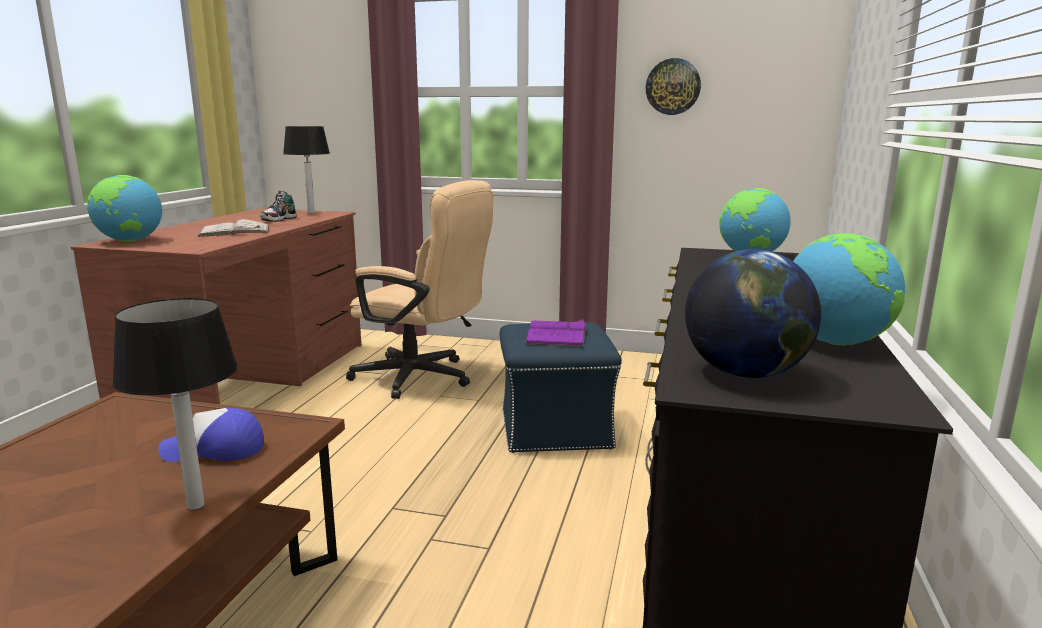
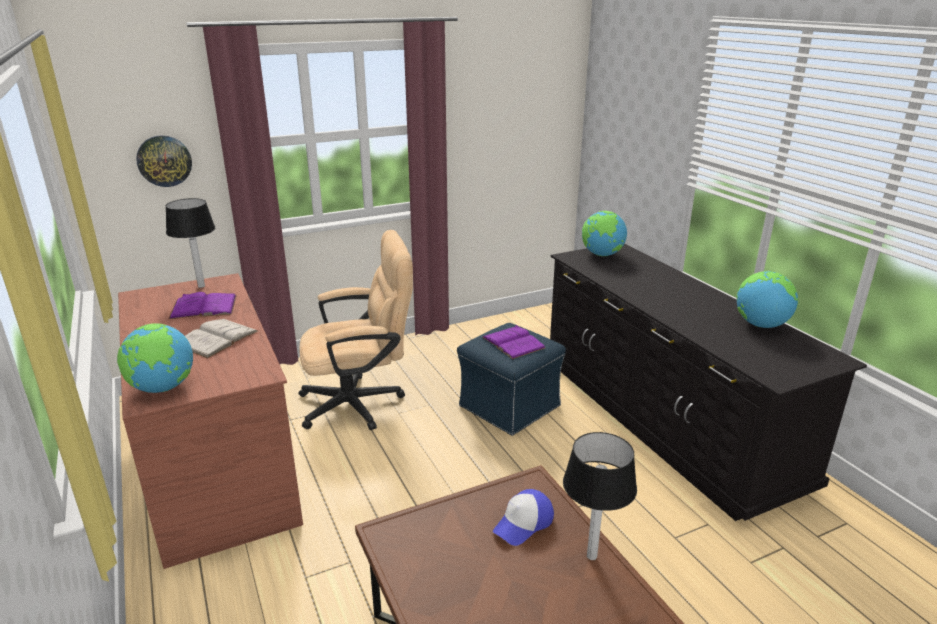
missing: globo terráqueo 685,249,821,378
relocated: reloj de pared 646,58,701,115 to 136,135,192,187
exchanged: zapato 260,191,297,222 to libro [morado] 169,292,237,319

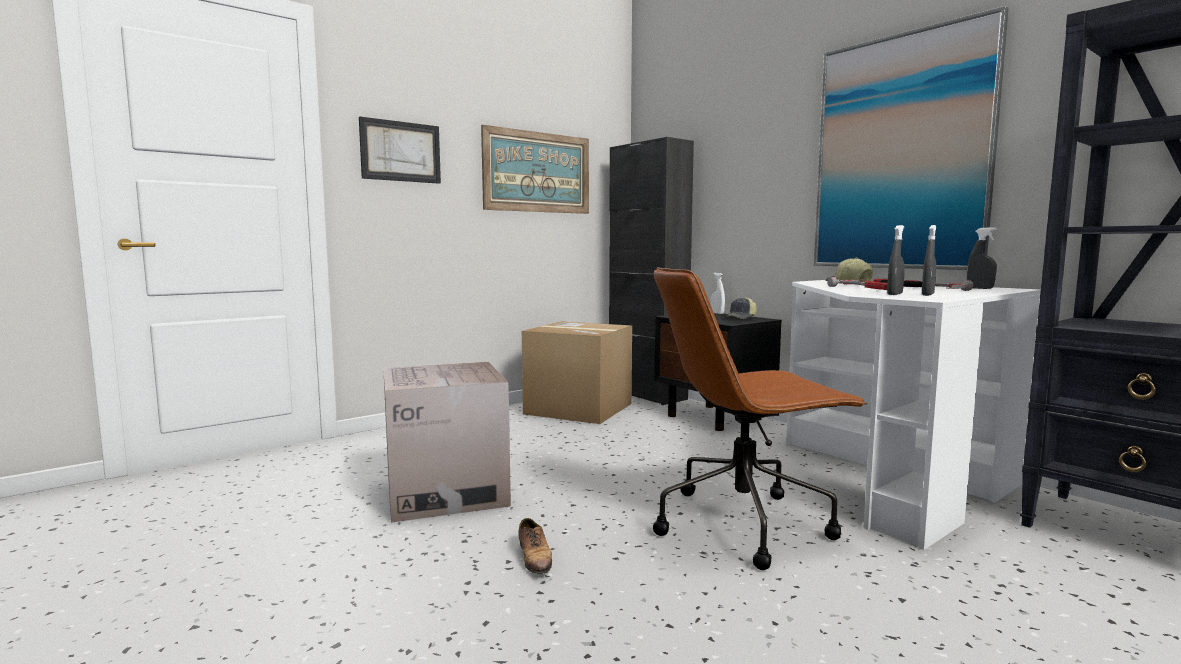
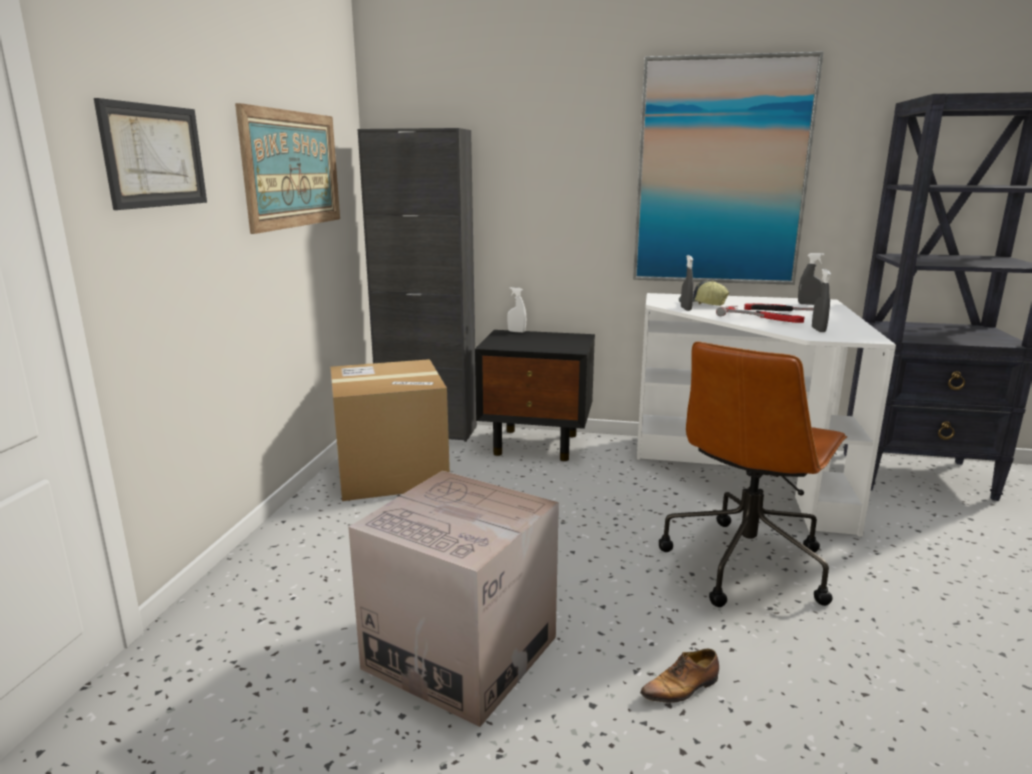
missing: gorra 723,297,757,319
relocated: pulverizador [gris] 922,225,936,296 to 681,255,694,311
spun: zapato 518,518,552,574 = 640,649,719,703 120 degrees clockwise

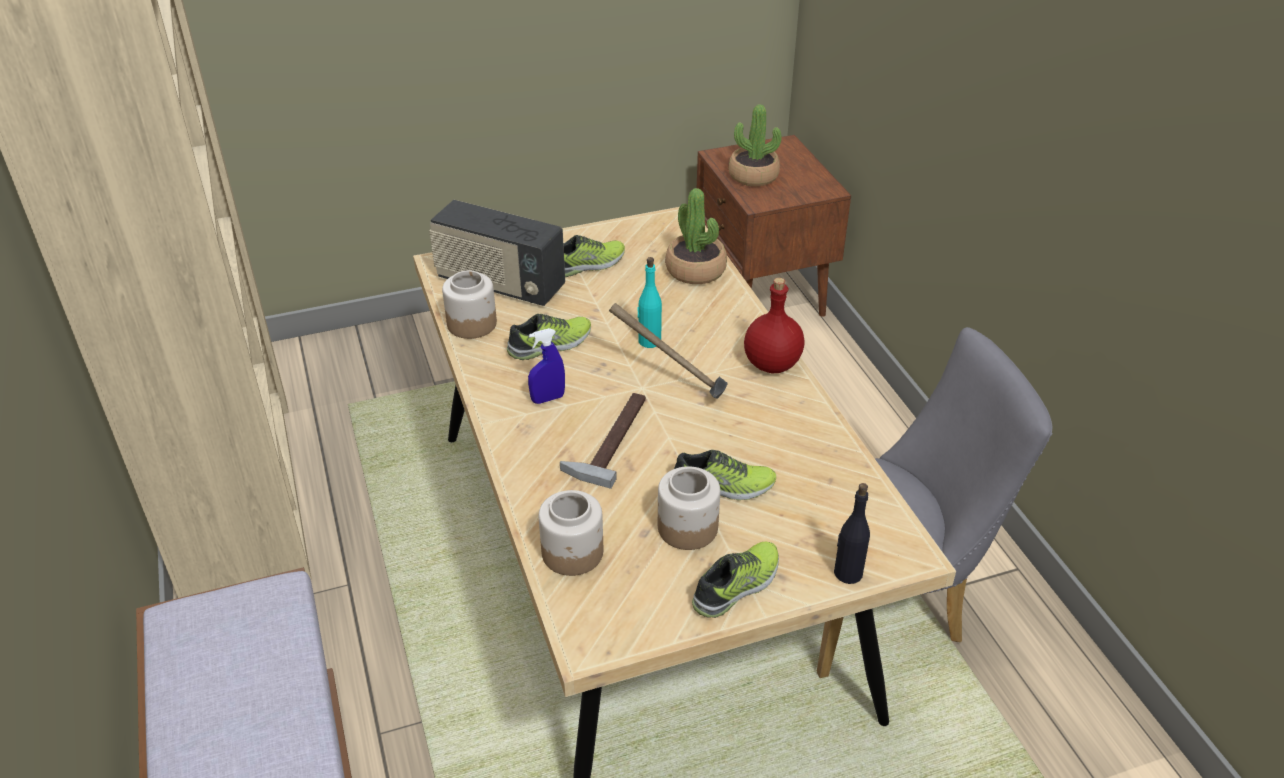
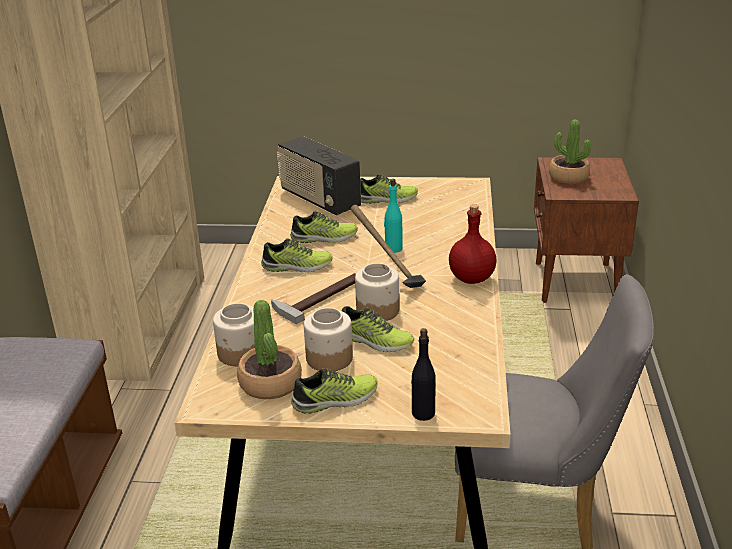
relocated: planta en maceta 665,188,727,284 to 237,300,302,399; tarro 442,271,497,339 to 355,263,400,321
exchanged: pulverizador [azul] 528,328,565,404 to zapato 261,238,333,272

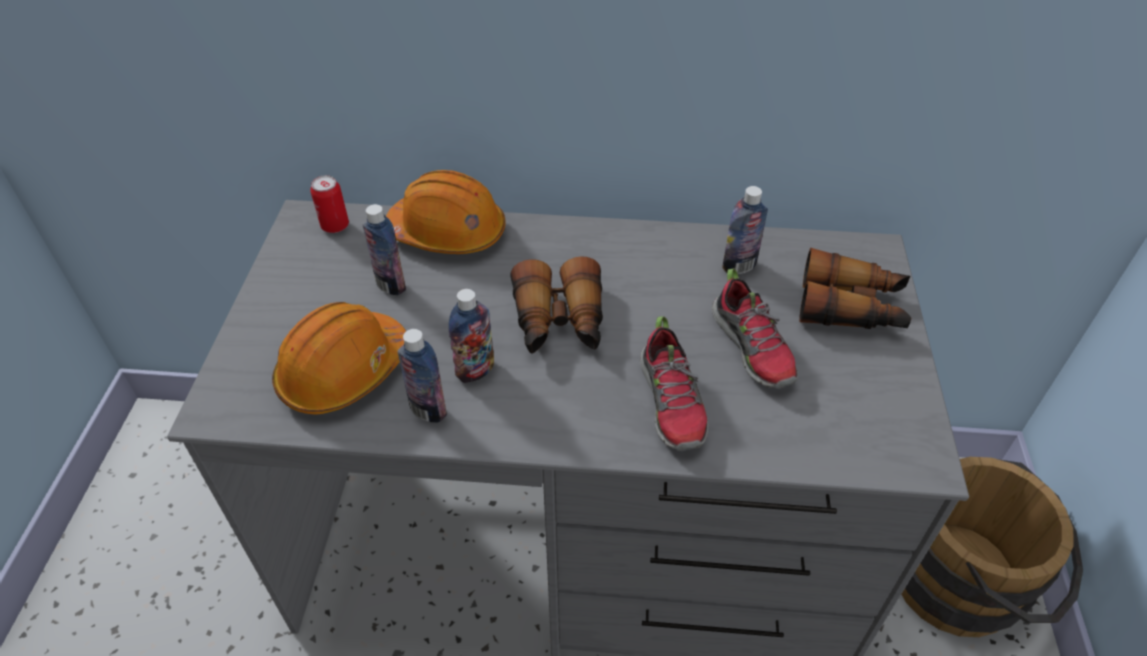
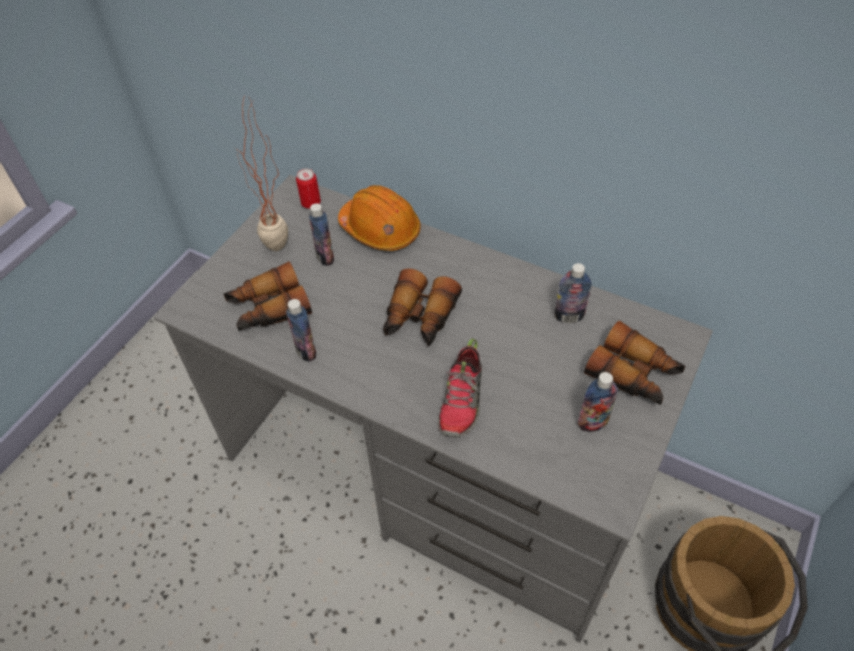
missing: zapato 712,268,798,389
appeared: planta en maceta 235,95,288,251
relocated: botella 449,289,494,383 to 578,372,618,432
exchanged: casco [naranja] 272,302,406,414 to prismáticos 224,261,312,331

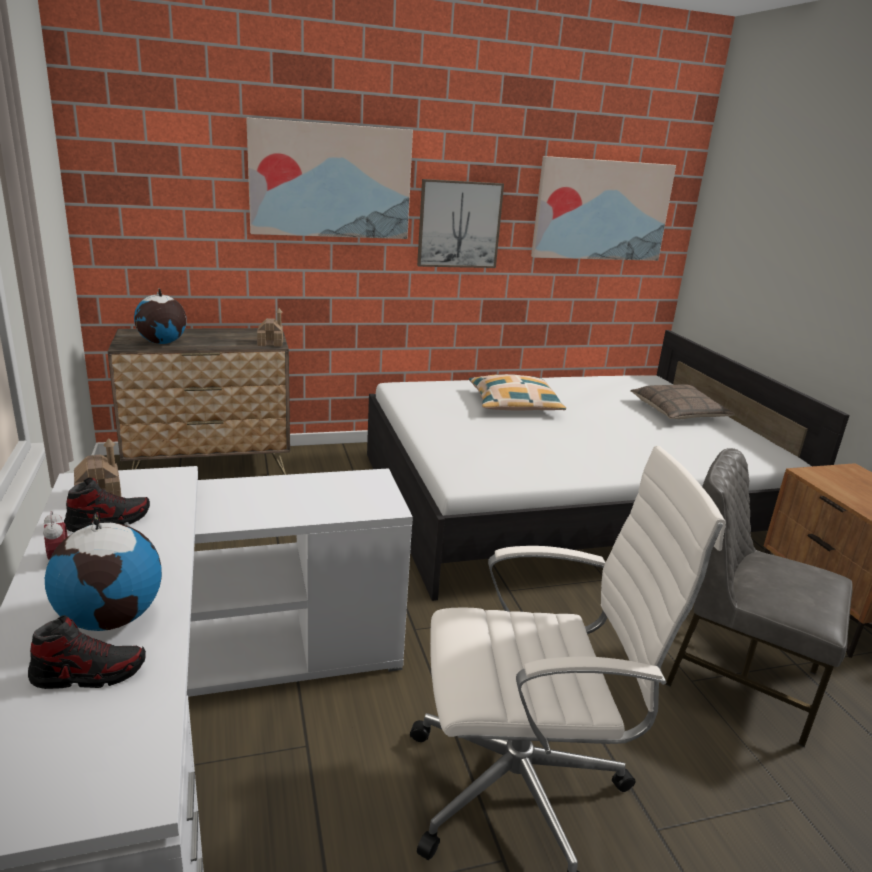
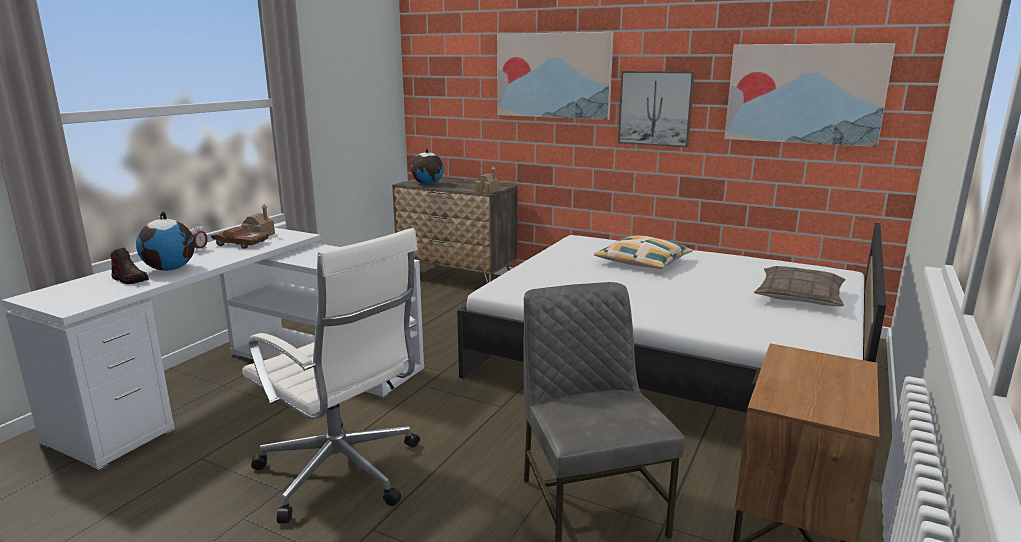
exchanged: zapato 64,477,150,532 to coche de juguete [marrón] 211,227,269,249

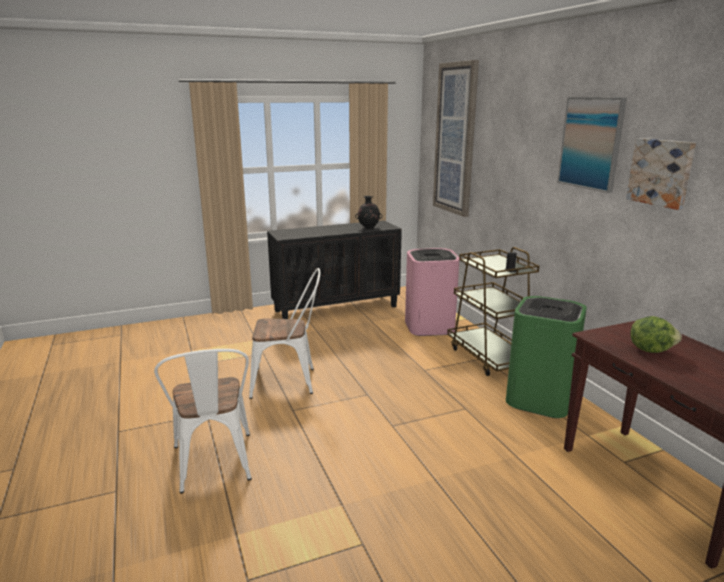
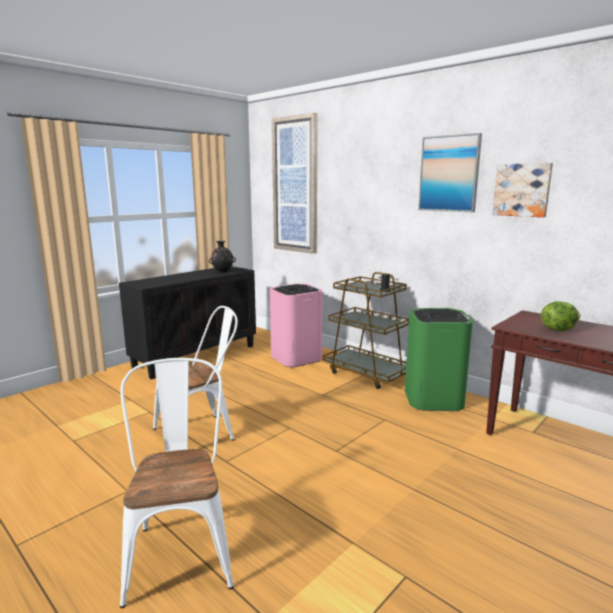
spun: silla [blanco] 154,349,252,493 = 120,358,234,608 150 degrees counterclockwise

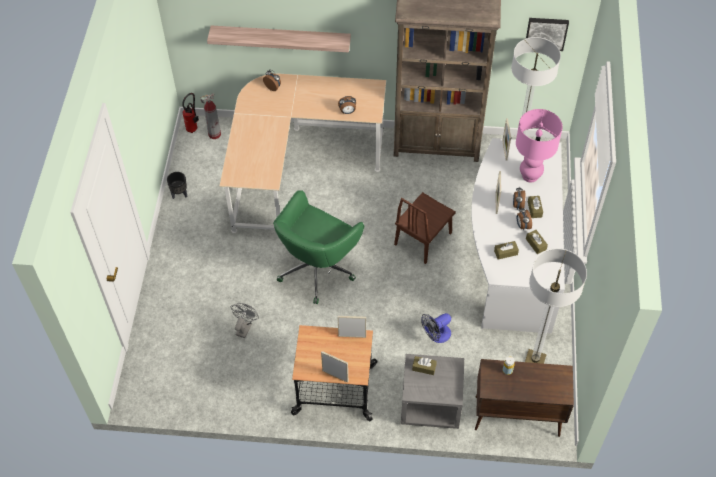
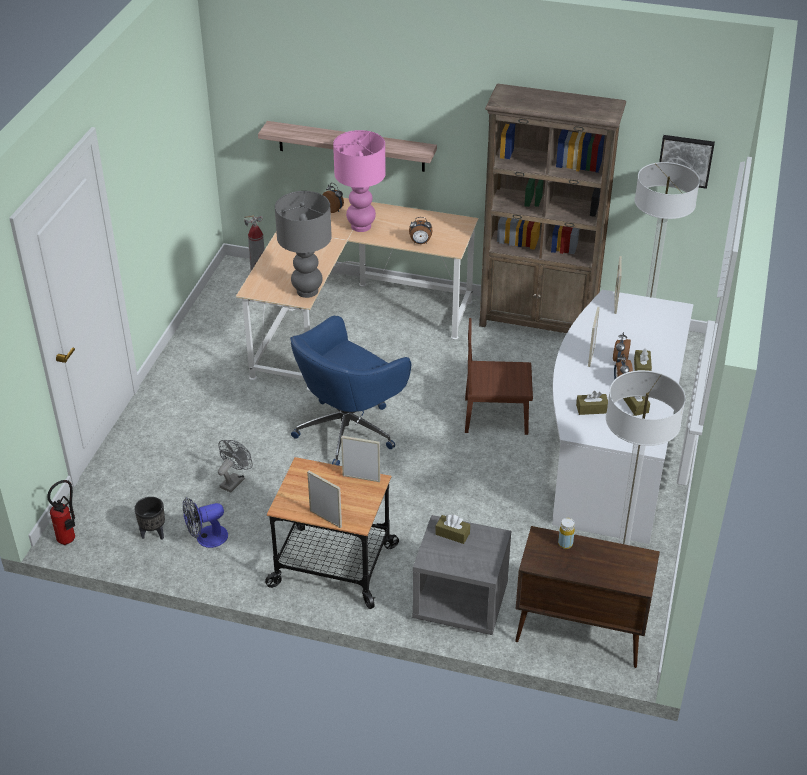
appeared: lámpara de mesa [gris] 275,191,332,298
relocated: extintor 182,93,199,133 to 48,480,75,545; maceta [negro] 167,172,187,199 to 134,497,165,540; ventilador 421,313,451,343 to 183,498,228,548; lámpara de mesa [rosa] 516,109,563,182 to 333,130,386,232
colour: silla de oficina [verde] 273,190,364,304 to silla de oficina [azul] 290,316,411,466
spun: silla [marrón] 394,192,456,264 = 465,318,533,435 45 degrees clockwise

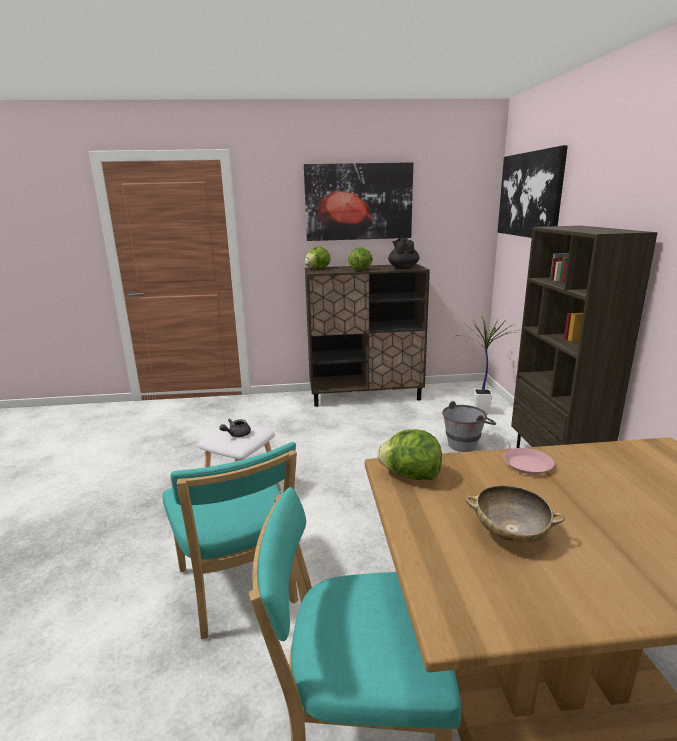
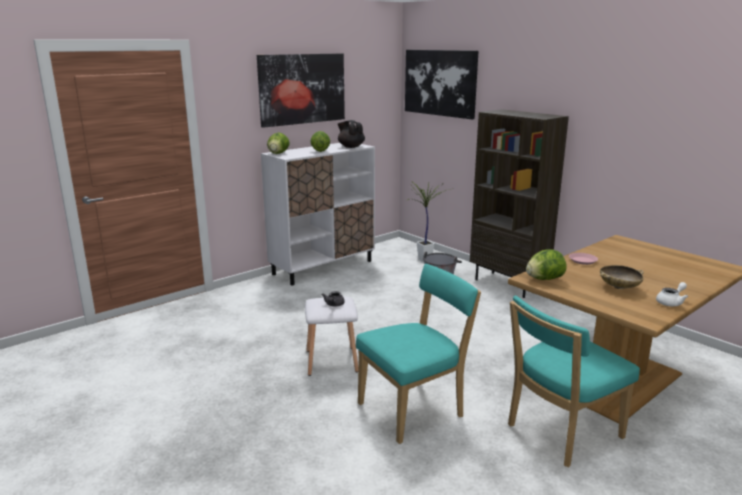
appeared: tetera [blanco] 656,282,688,306
colour: armario [marrón] 305,264,430,407 to armario [blanco] 261,143,375,285
spun: silla [turquesa] 162,442,298,639 = 356,264,481,444 60 degrees counterclockwise

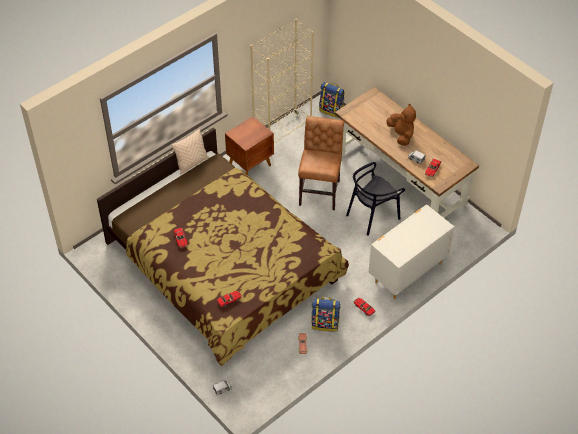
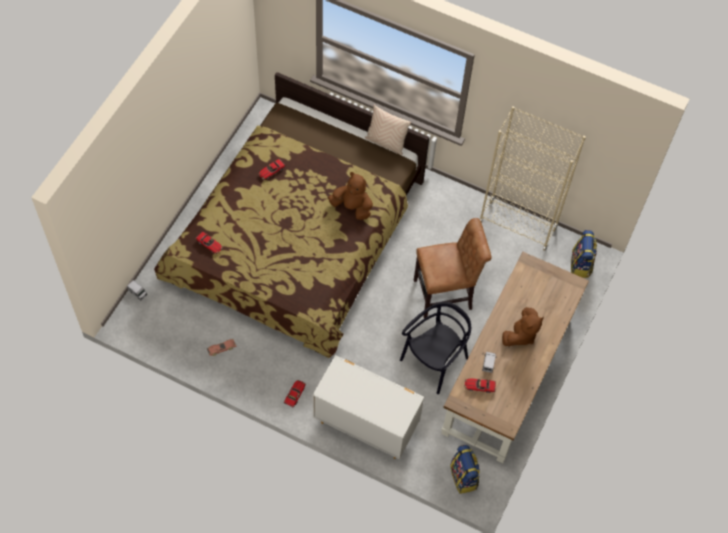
missing: mesita de noche [marrón] 225,116,274,175
appeared: peluche [marrón] 328,172,373,220
relocated: mochila 312,297,340,331 to 450,445,480,494
spun: silla [negro] 346,162,405,236 = 400,302,471,394 105 degrees clockwise

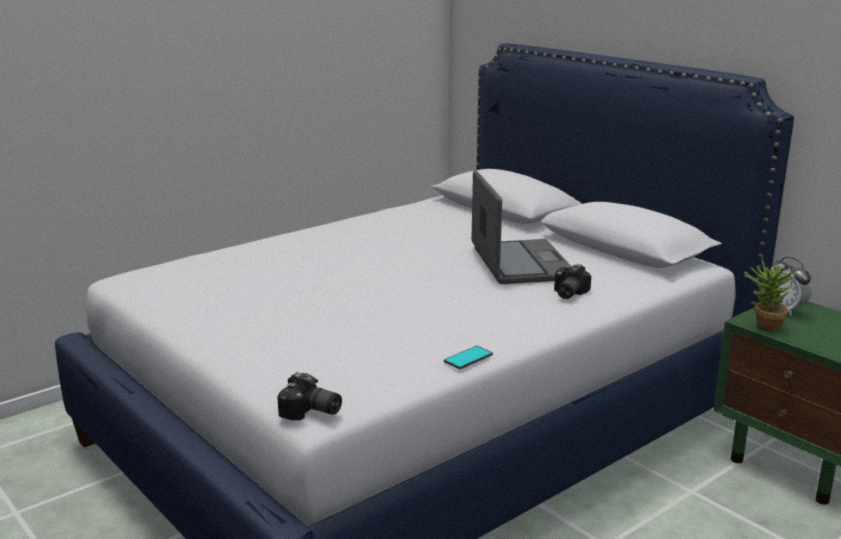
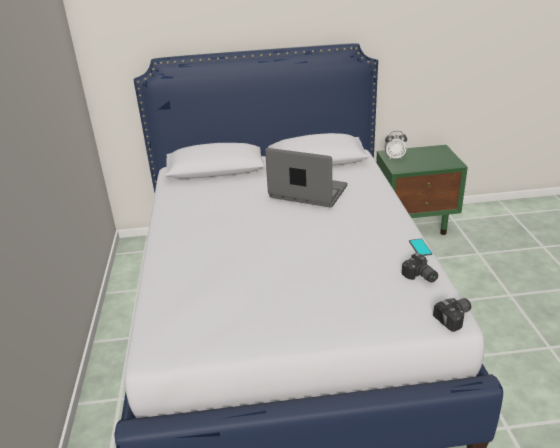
missing: planta en maceta 744,258,796,332
relocated: cámara 554,264,591,299 to 402,253,438,283

